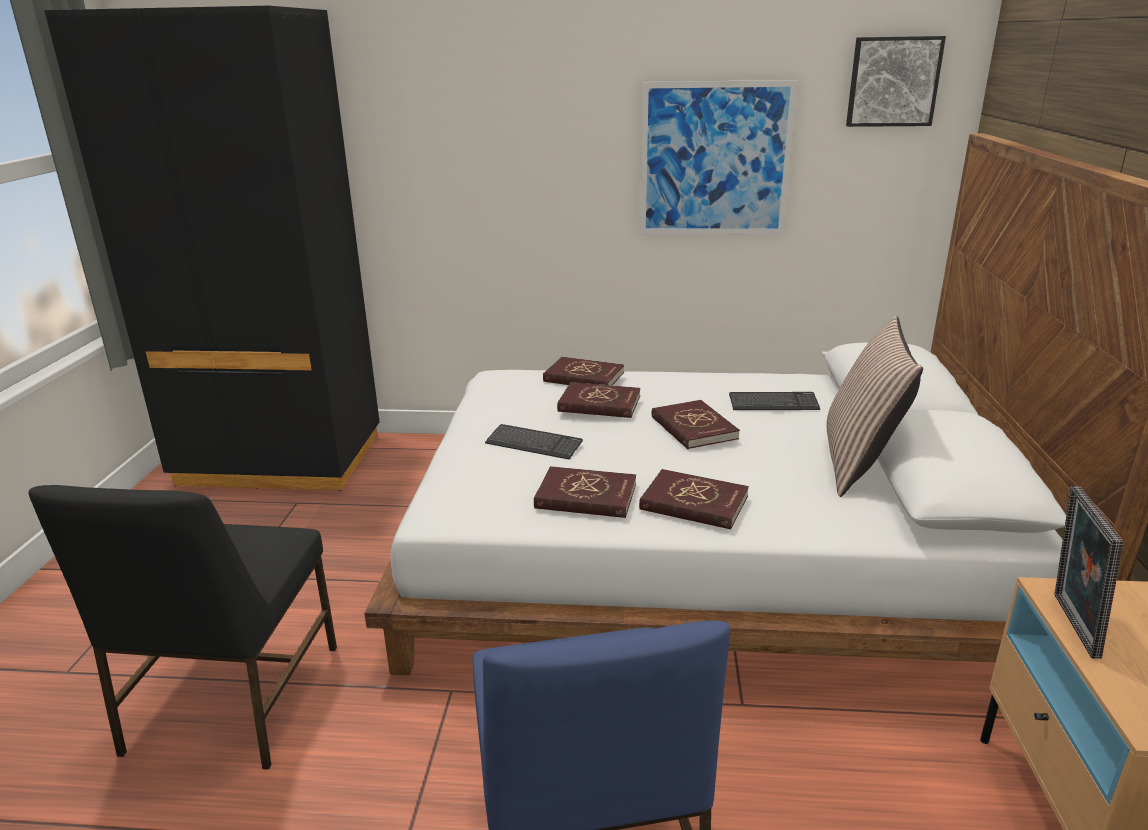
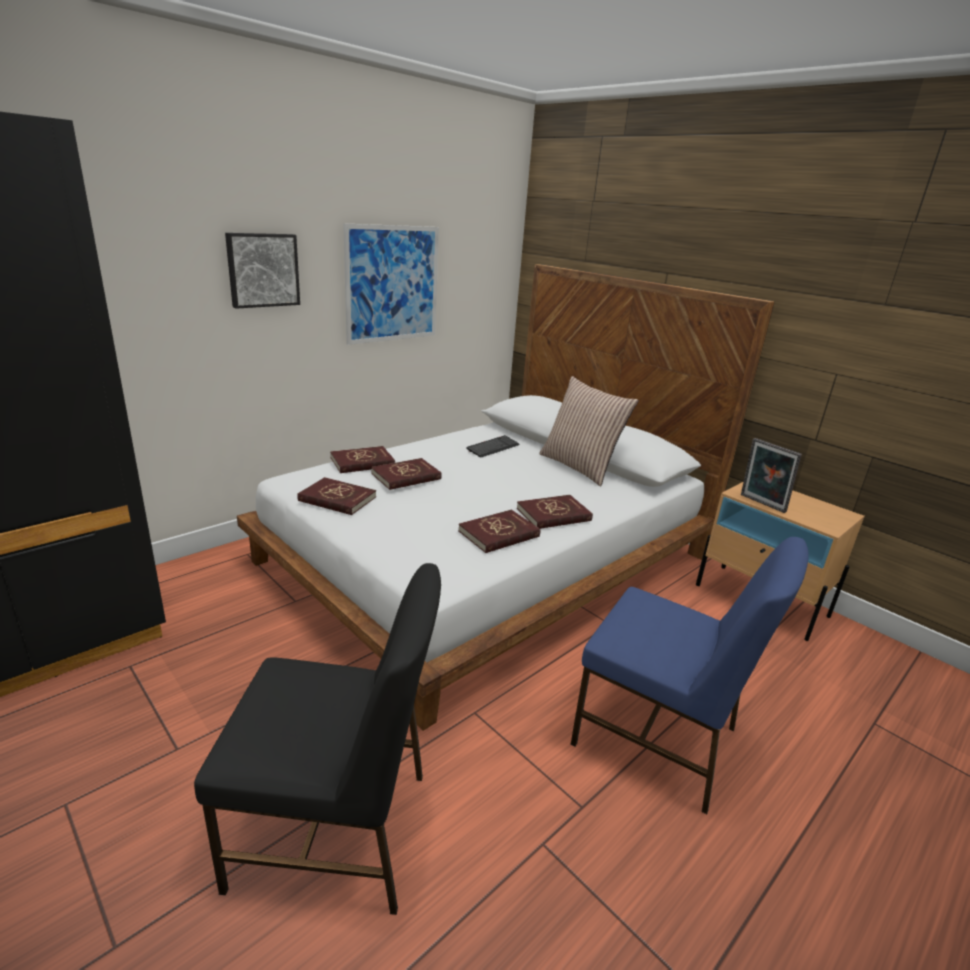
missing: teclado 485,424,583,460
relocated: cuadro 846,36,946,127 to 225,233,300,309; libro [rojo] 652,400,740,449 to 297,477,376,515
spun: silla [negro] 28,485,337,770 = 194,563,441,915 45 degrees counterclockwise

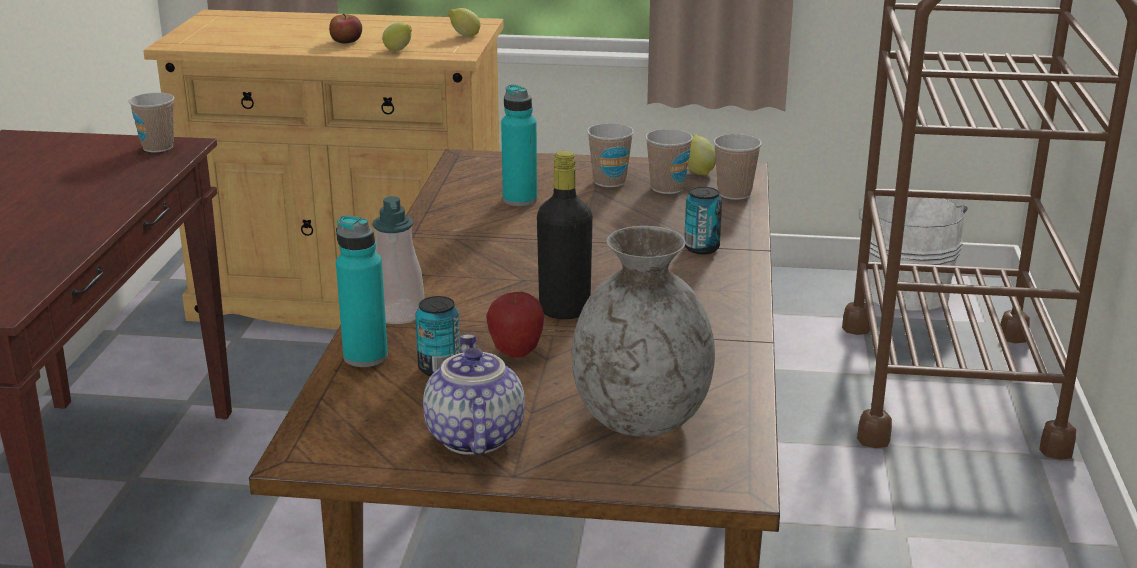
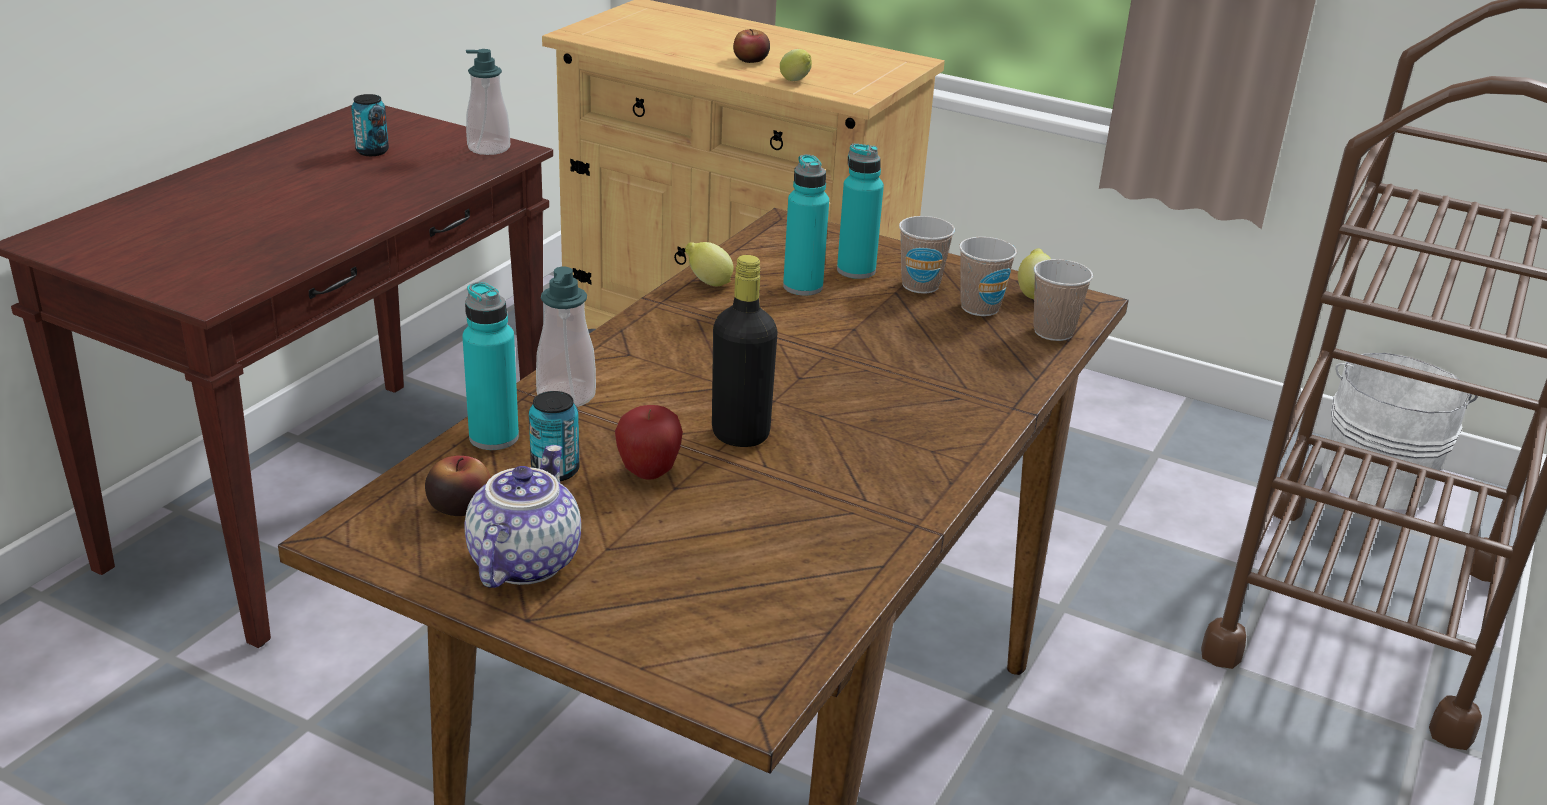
missing: florero [gris] 572,226,715,437
appeared: manzana 425,455,491,516; botella [turquesa] 837,144,884,279
relocated: lata 684,187,722,254 to 351,94,389,156; limón 447,8,480,37 to 685,242,734,286
exchanged: taza 129,92,174,152 to dispensador de jabón 466,49,510,155

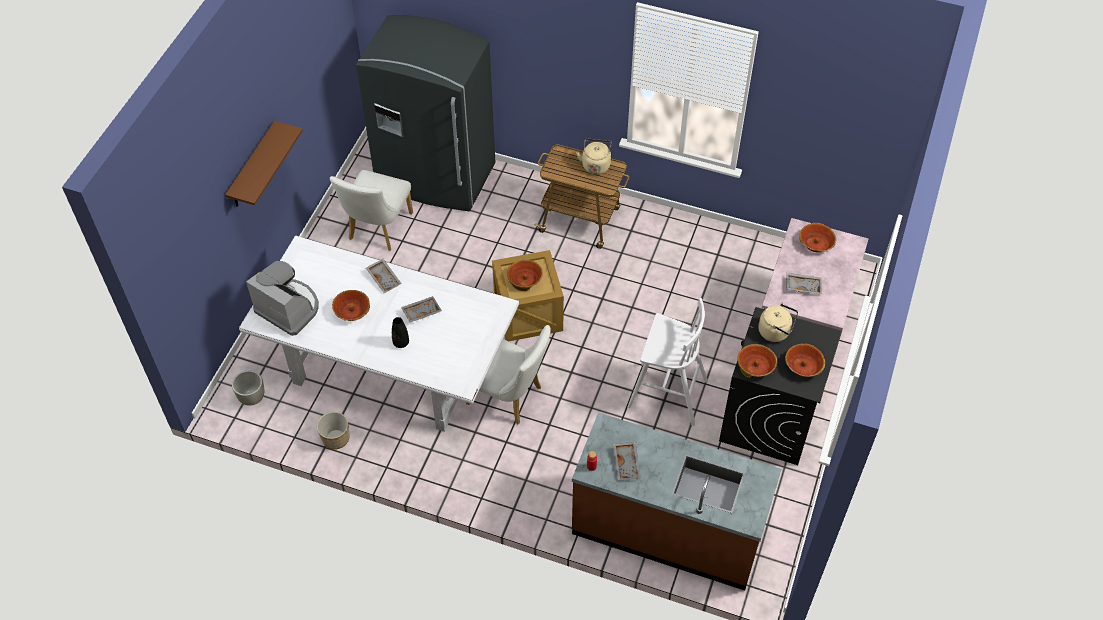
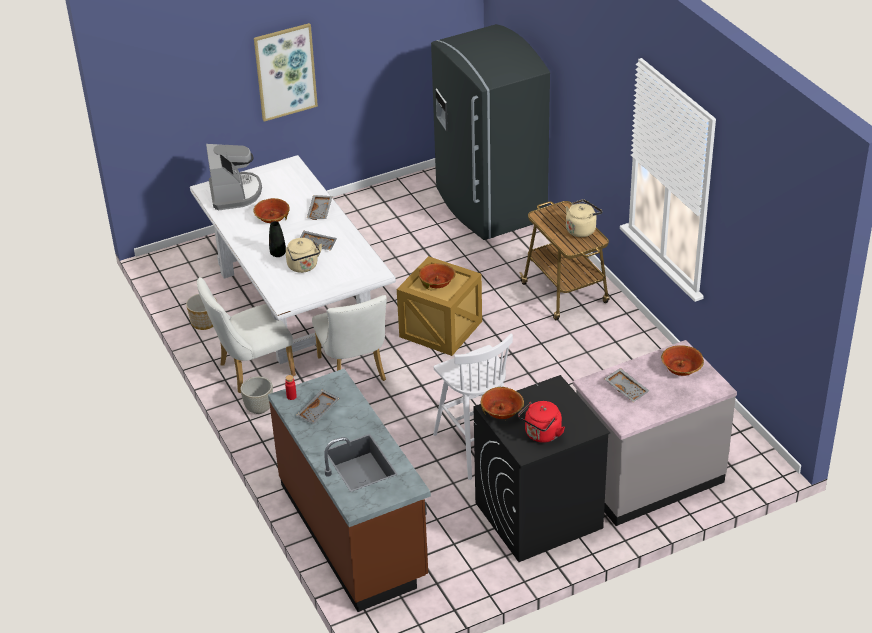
relocated: silla [blanco] 330,170,413,251 to 197,277,296,393; maceta [gris] 232,370,264,406 to 241,377,273,414; hervidor [beis] 758,302,798,342 to 286,238,322,273
exchanged: estante [marrón] 225,121,303,207 to cuadro 254,23,318,122; cuenco 785,343,825,377 to hervidor [rojo] 518,401,565,443

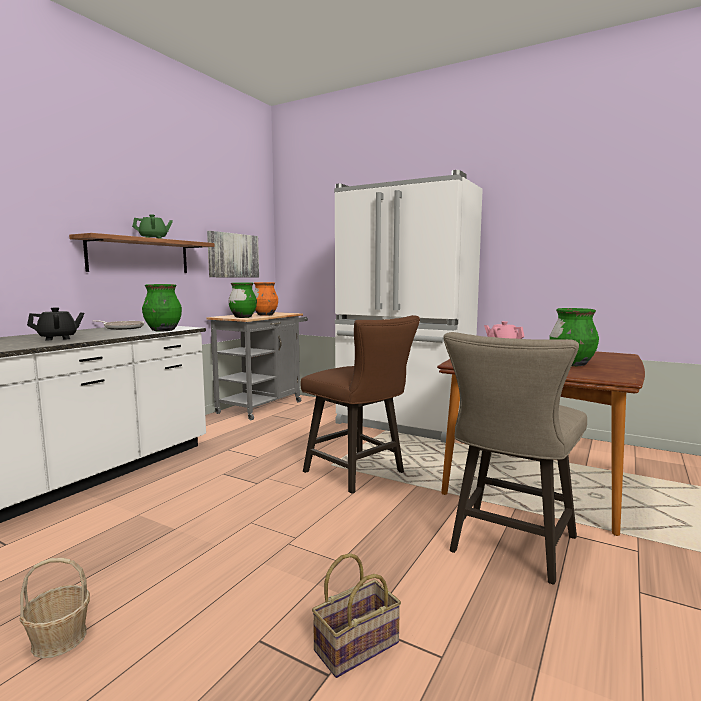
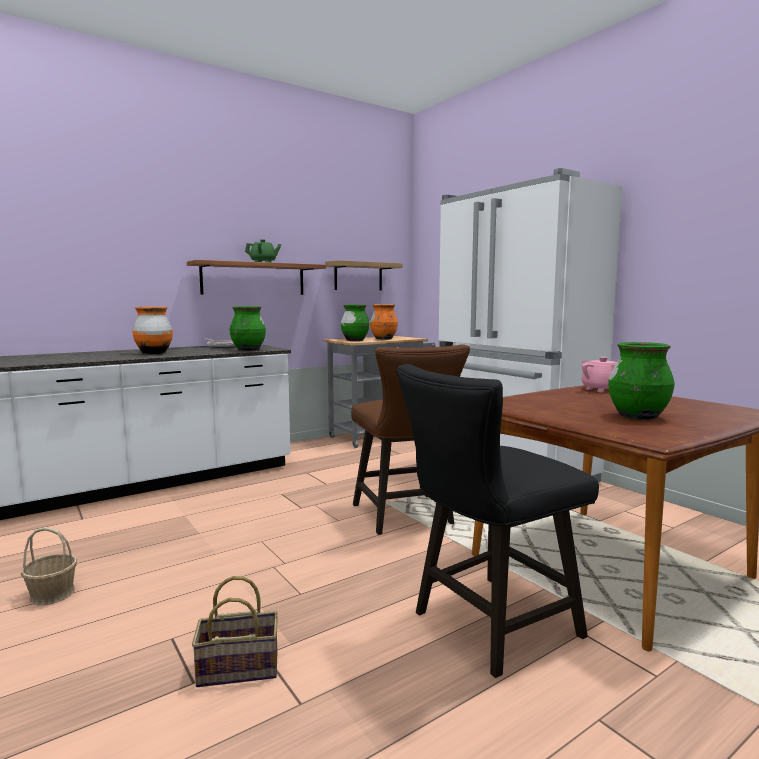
exchanged: tetera [negro] 27,307,85,341 to florero [naranja] 132,307,173,354; cuadro 207,231,259,277 to estante 325,260,403,290
colour: taburete [beis] 444,332,587,585 to taburete [negro] 396,364,599,678

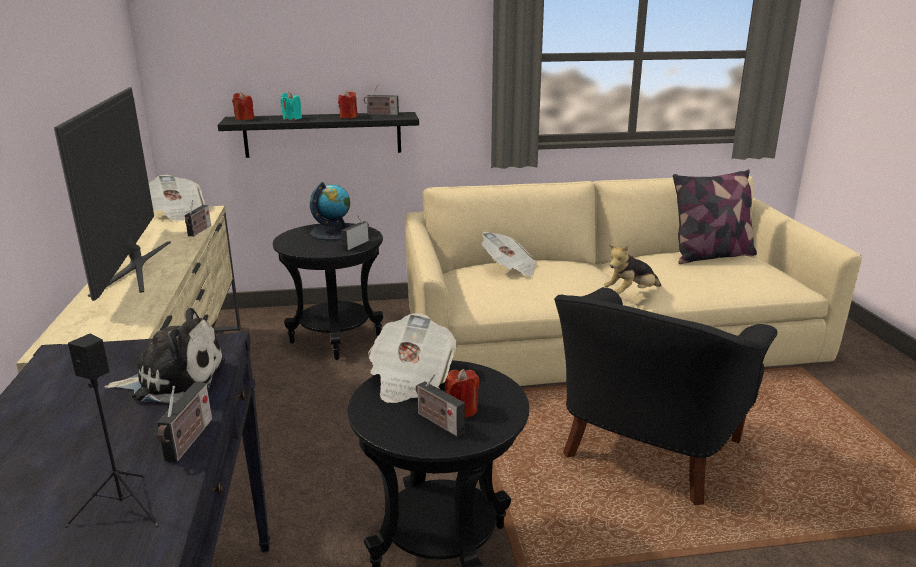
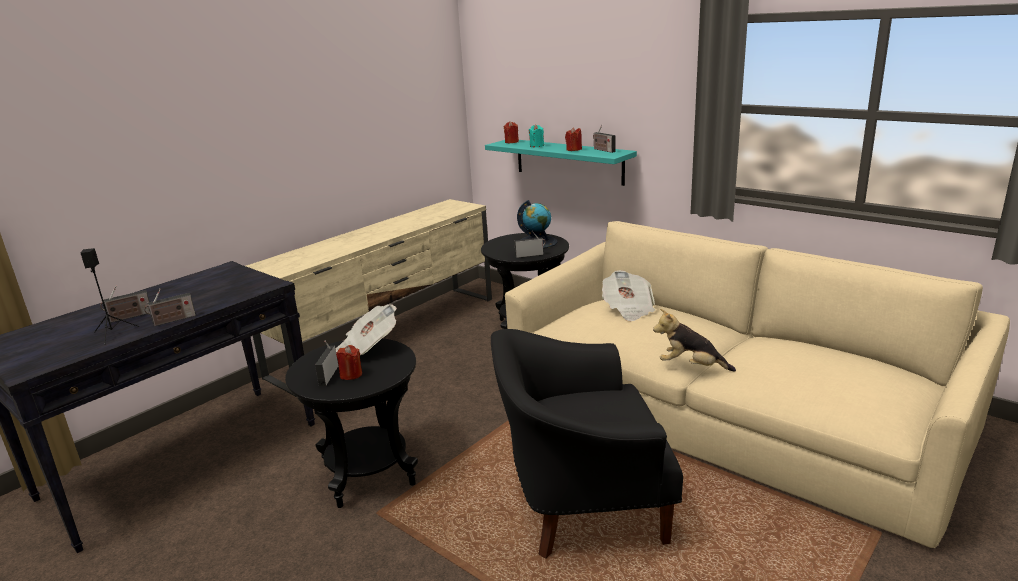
missing: televisor 54,87,171,301; peluche 104,308,225,404; periódico 148,175,205,221; cojín 673,169,757,264
relocated: radio 185,200,211,236 to 100,286,150,323
colour: estante [negro] 218,112,419,158 to estante [turquesa] 485,140,637,186

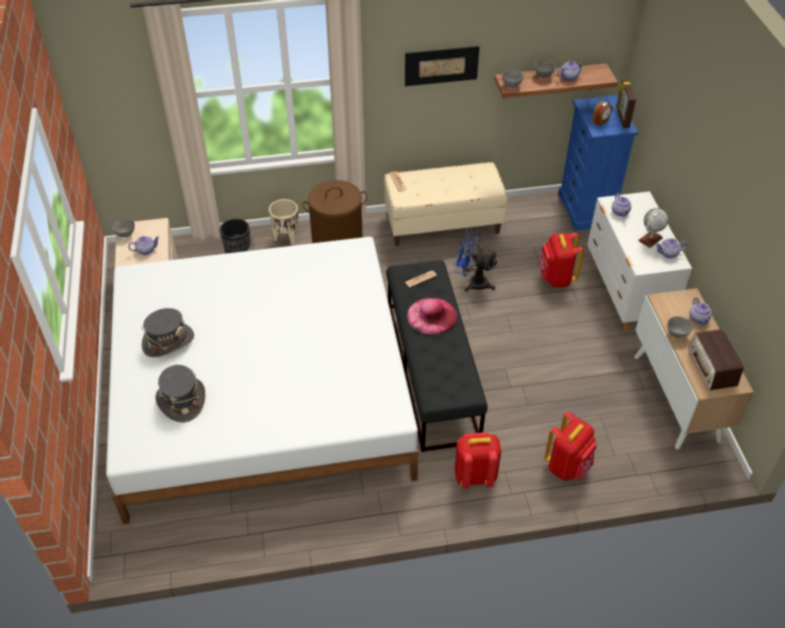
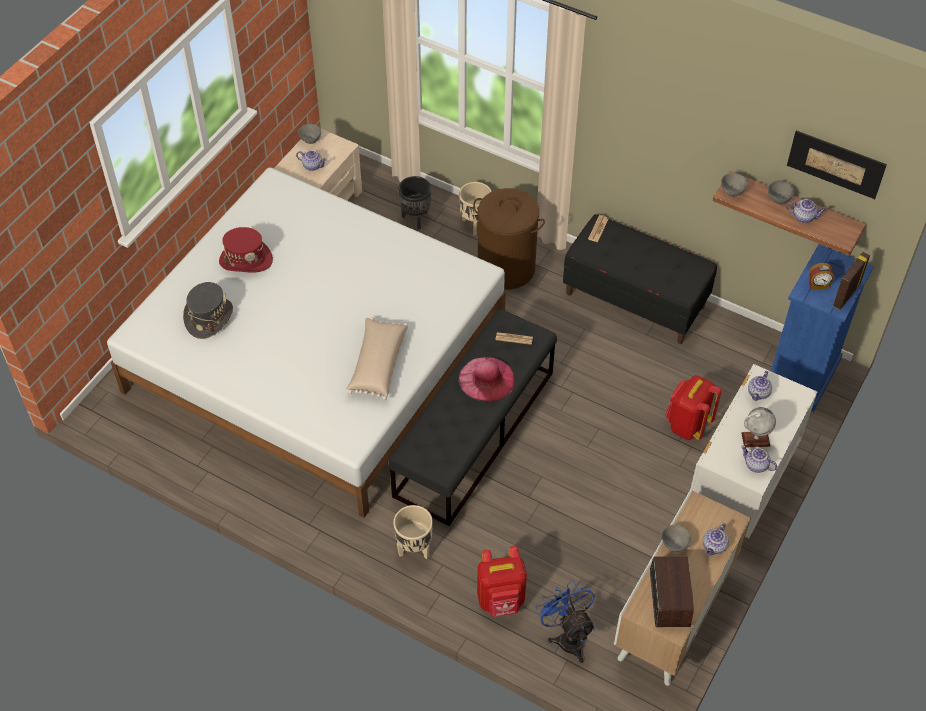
appeared: cojín [beis] 346,317,408,400
relocated: ventilador [azul] 454,232,498,292 to 535,580,595,663; cuadro 405,46,479,86 to 787,130,887,199
exchanged: mochila [rojo] 455,432,501,489 to maceta [beis] 393,505,433,559
colour: sombrero [gris] 142,308,194,357 to sombrero [rojo] 219,227,273,273; banco [beis] 384,162,507,246 to banco [negro] 563,214,717,344
spun: radio 688,329,744,390 = 650,556,694,627 150 degrees clockwise

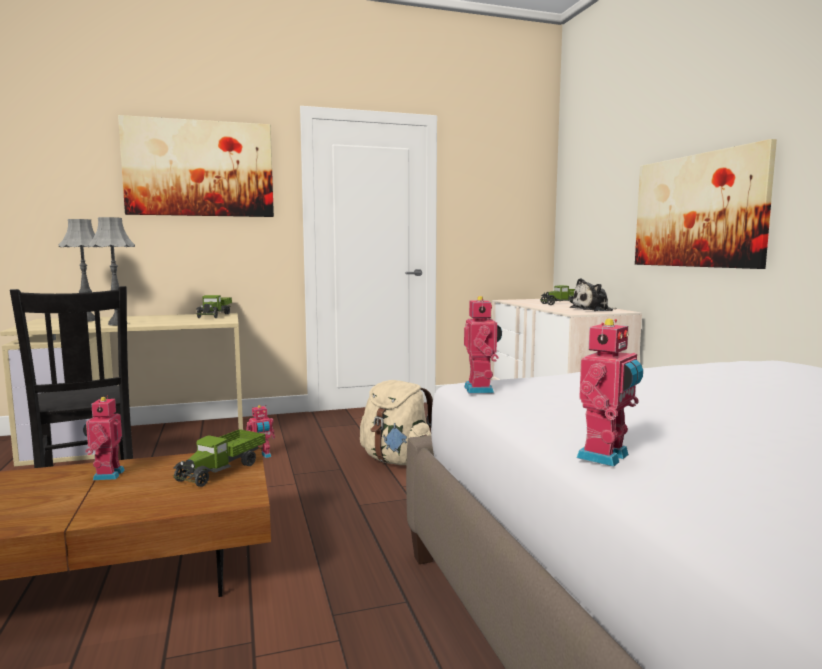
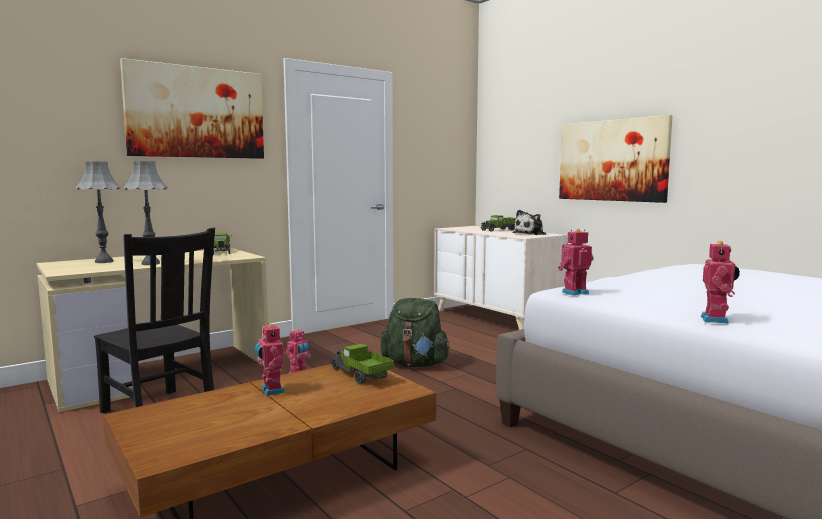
colour: mochila [beis] 360,380,433,465 to mochila [verde] 381,298,450,367
spun: camión de juguete 173,429,266,487 = 332,344,394,384 135 degrees clockwise; robot de juguete 464,296,502,393 = 558,229,594,296 90 degrees counterclockwise

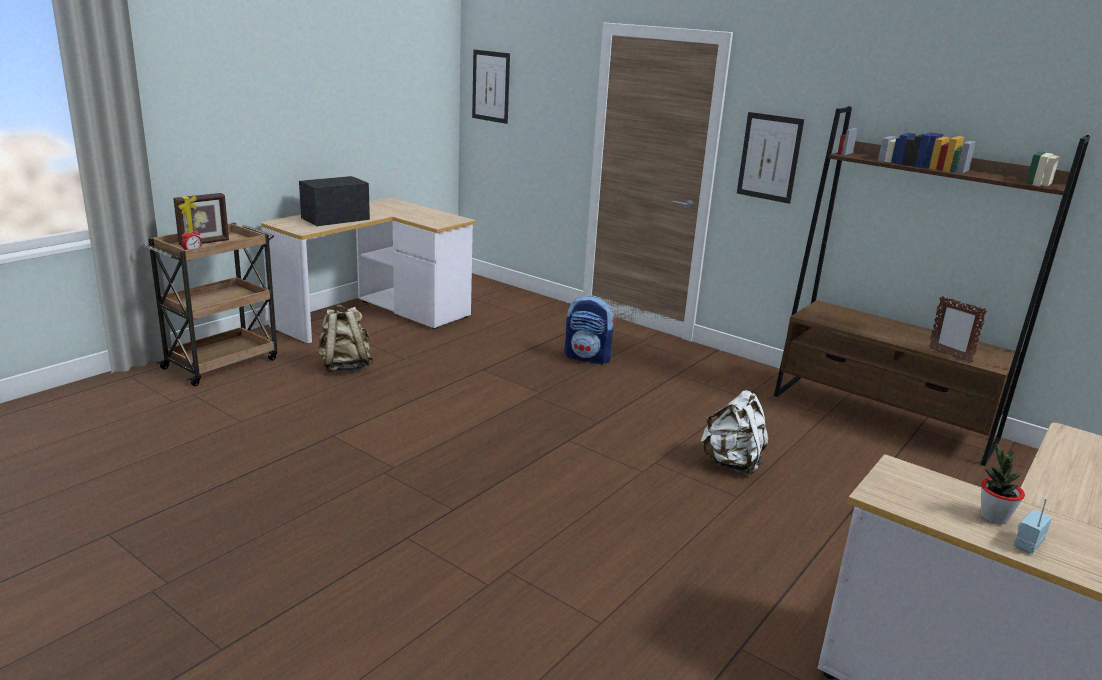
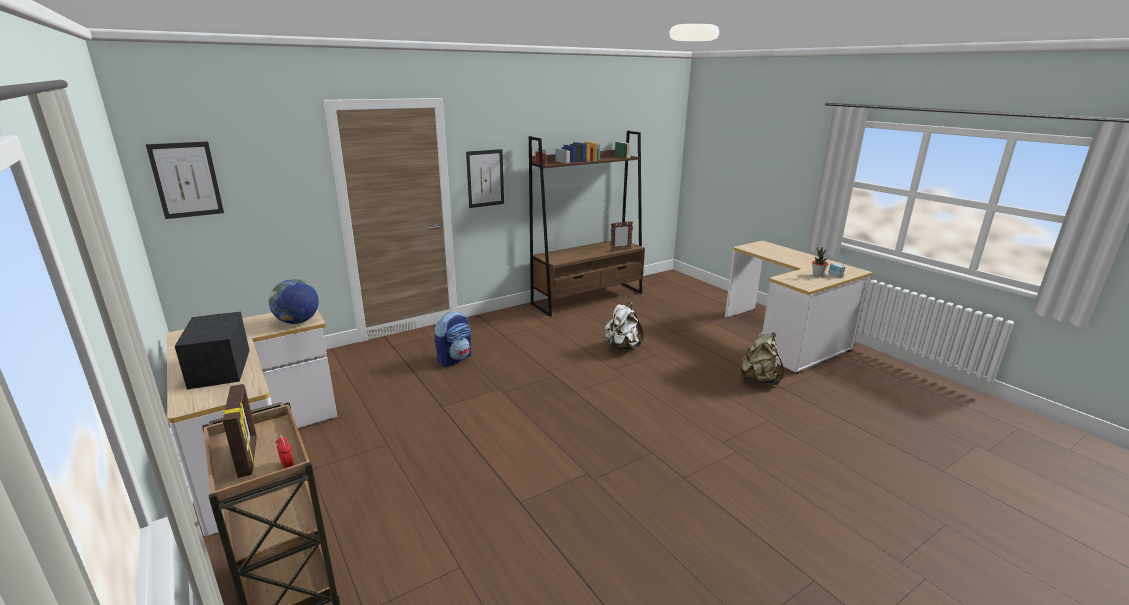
appeared: globo terráqueo 269,279,319,324
relocated: mochila [beis] 318,305,374,372 to 739,332,784,385

